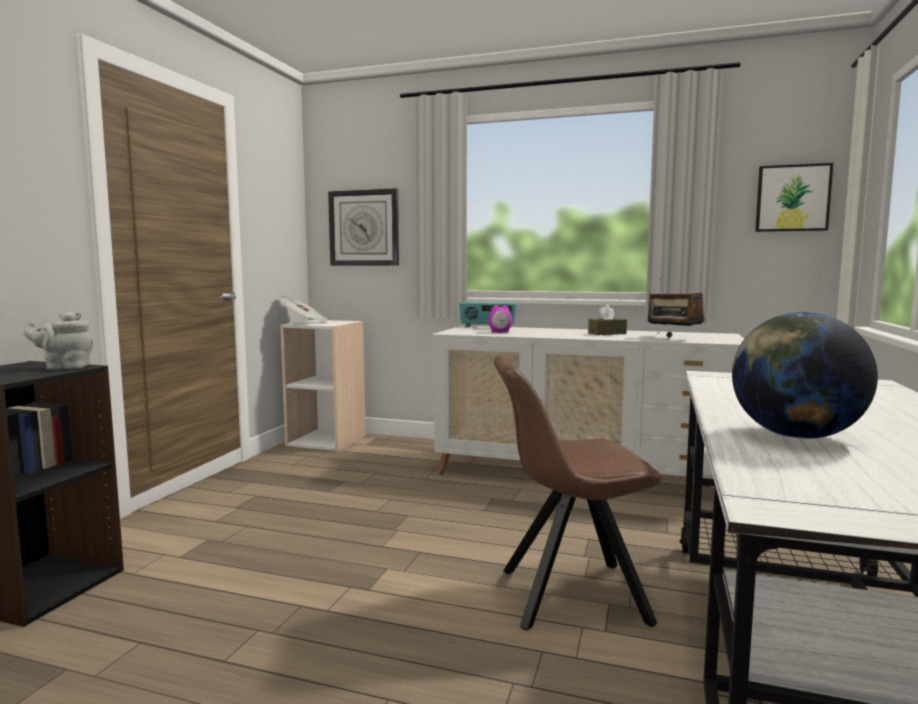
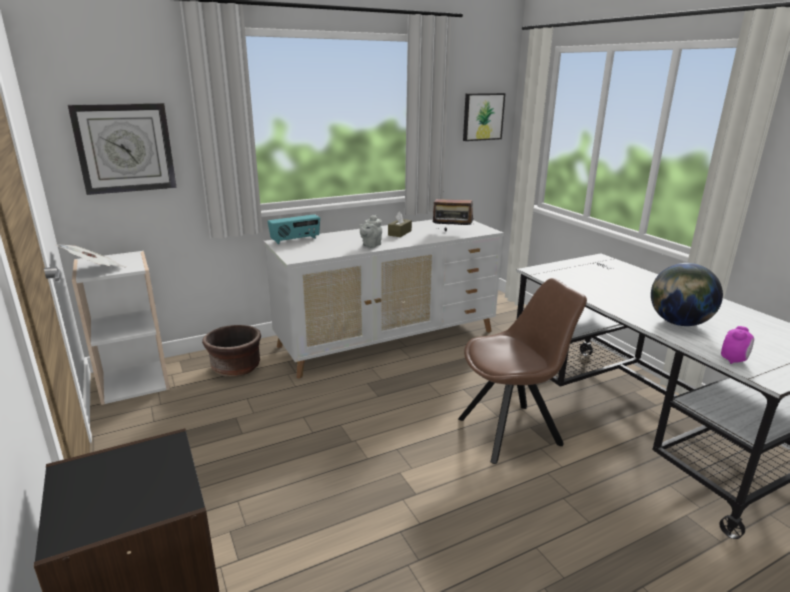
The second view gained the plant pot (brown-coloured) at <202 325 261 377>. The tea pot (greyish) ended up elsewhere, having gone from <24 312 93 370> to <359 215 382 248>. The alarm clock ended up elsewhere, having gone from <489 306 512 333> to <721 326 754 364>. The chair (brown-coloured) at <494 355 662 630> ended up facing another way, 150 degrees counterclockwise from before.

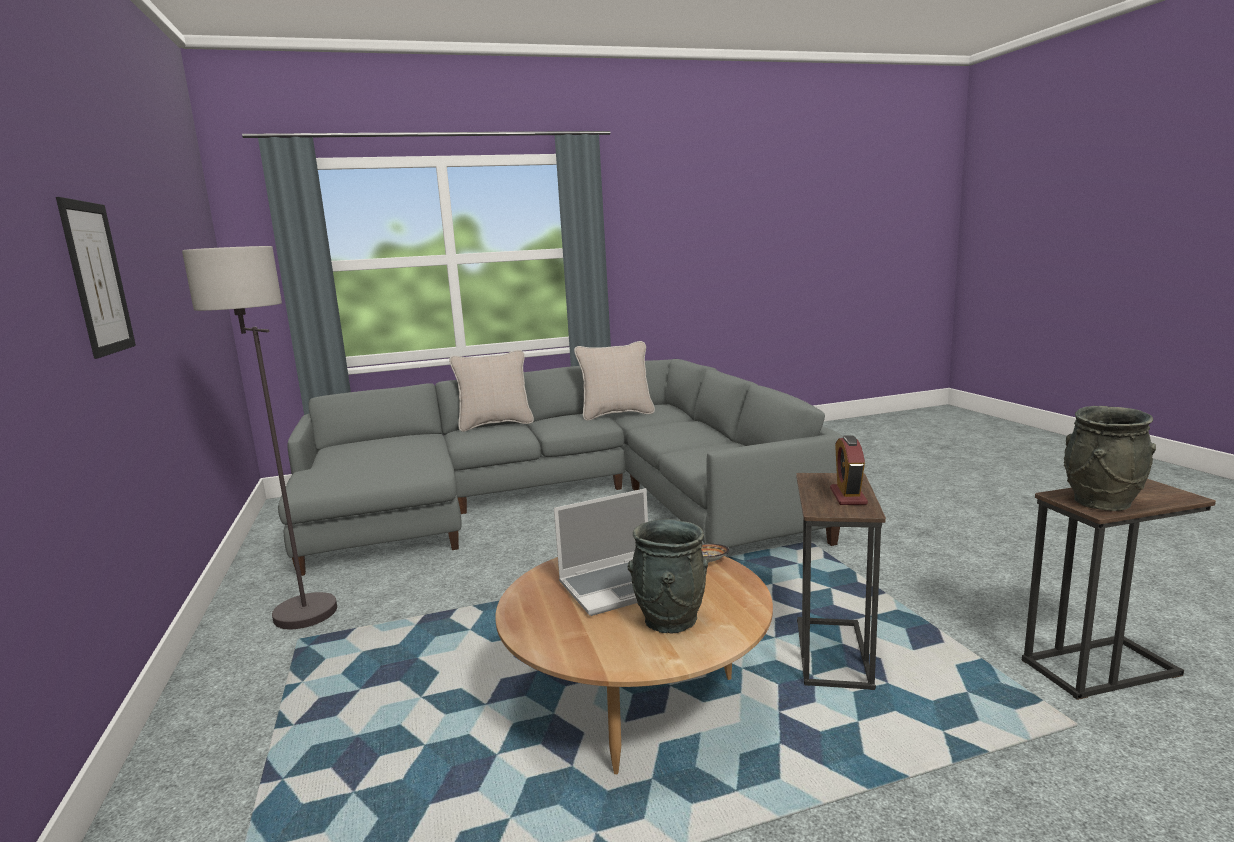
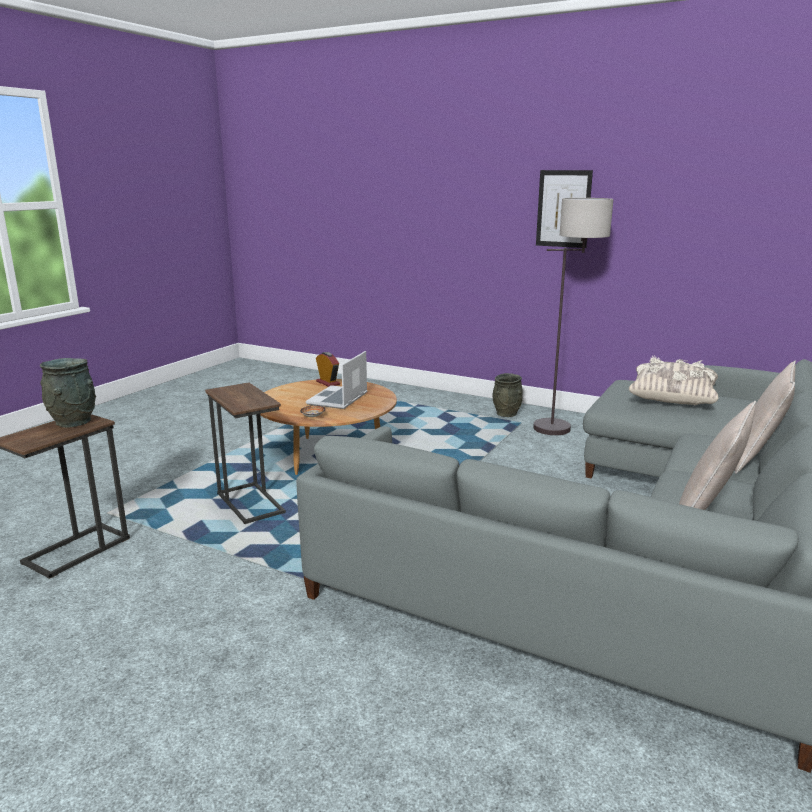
The second view gained the cushion (sand-coloured) at <629 356 718 406>. The vase (greyish) ended up elsewhere, having gone from <628 519 708 634> to <493 373 523 417>. The alarm clock ended up elsewhere, having gone from <830 435 868 505> to <316 352 340 387>.

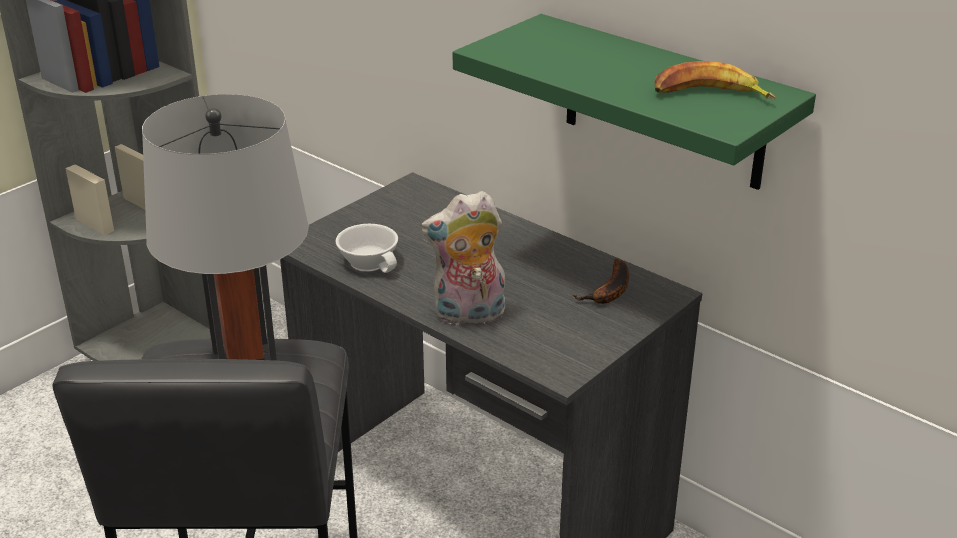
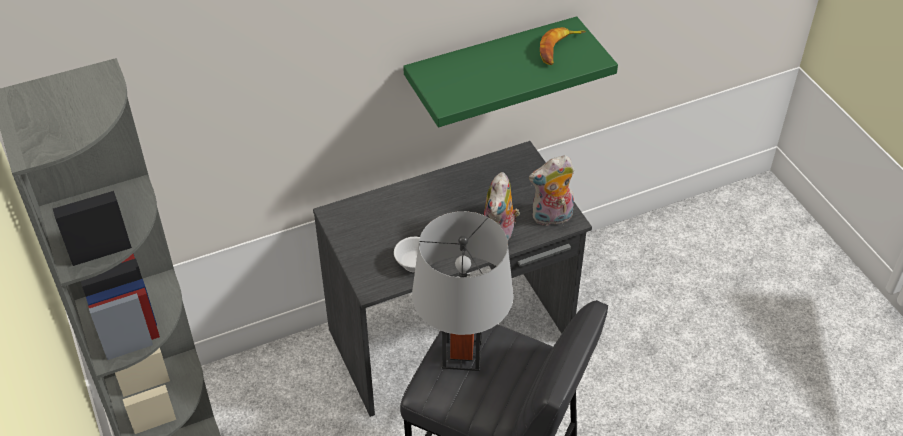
The second view lost the banana fruit at <573 259 629 304>. The second view gained the cuddly toy at <529 155 575 226>.

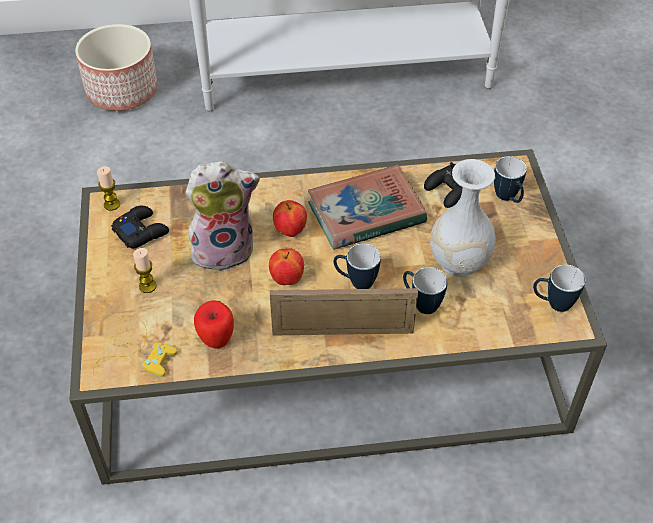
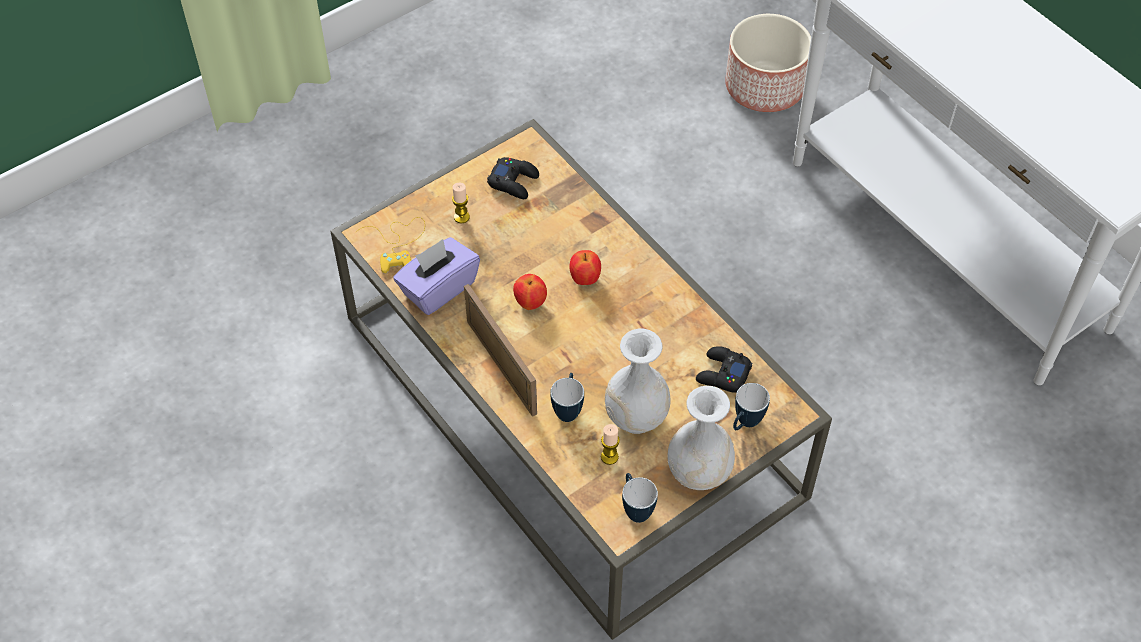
The second view lost the cuddly toy at <185 161 260 271>. The second view lost the book at <308 165 427 250>. The second view lost the tea mug at <334 244 381 289>. The second view gained the vase (white-coloured) at <667 386 735 490>. The wax light ended up elsewhere, having gone from <97 166 120 211> to <601 424 620 465>. Where the apple stood at <194 300 234 348>, the box of tissues (purplish) came to stand at <393 237 480 315>.

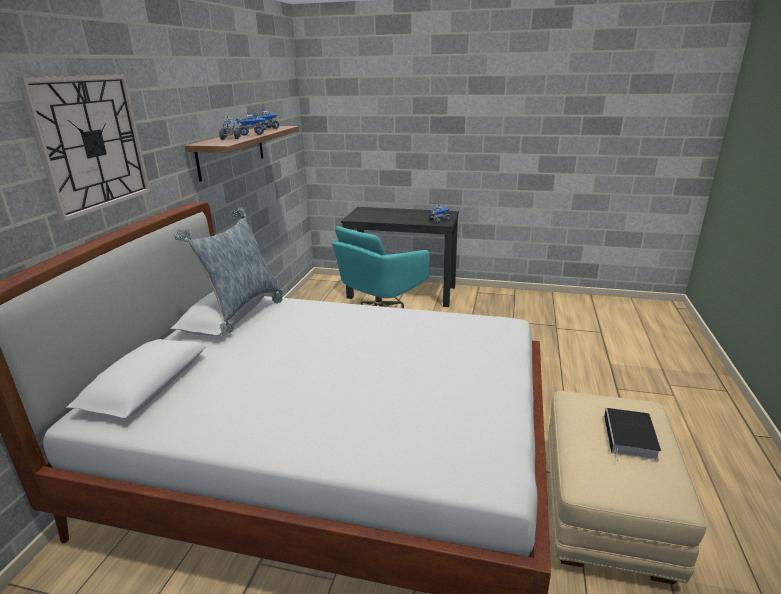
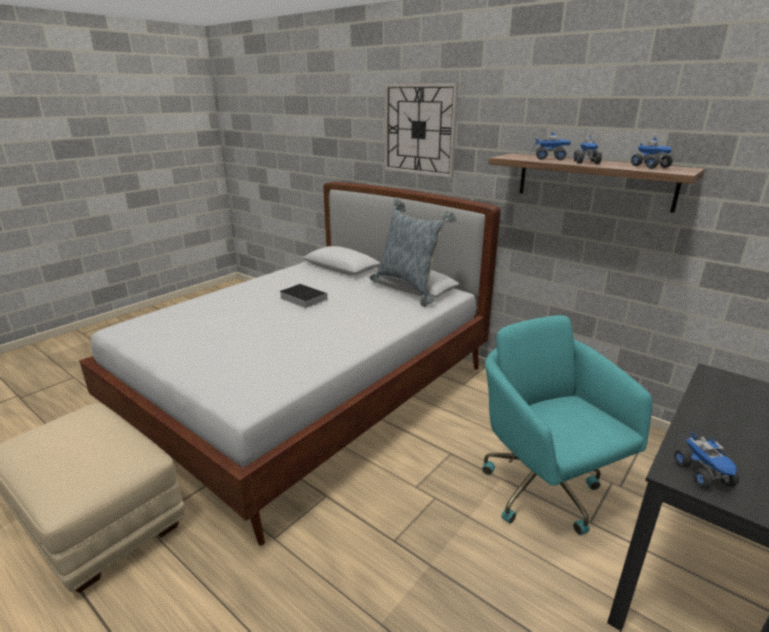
The book ended up elsewhere, having gone from <604 408 661 462> to <279 284 327 308>.

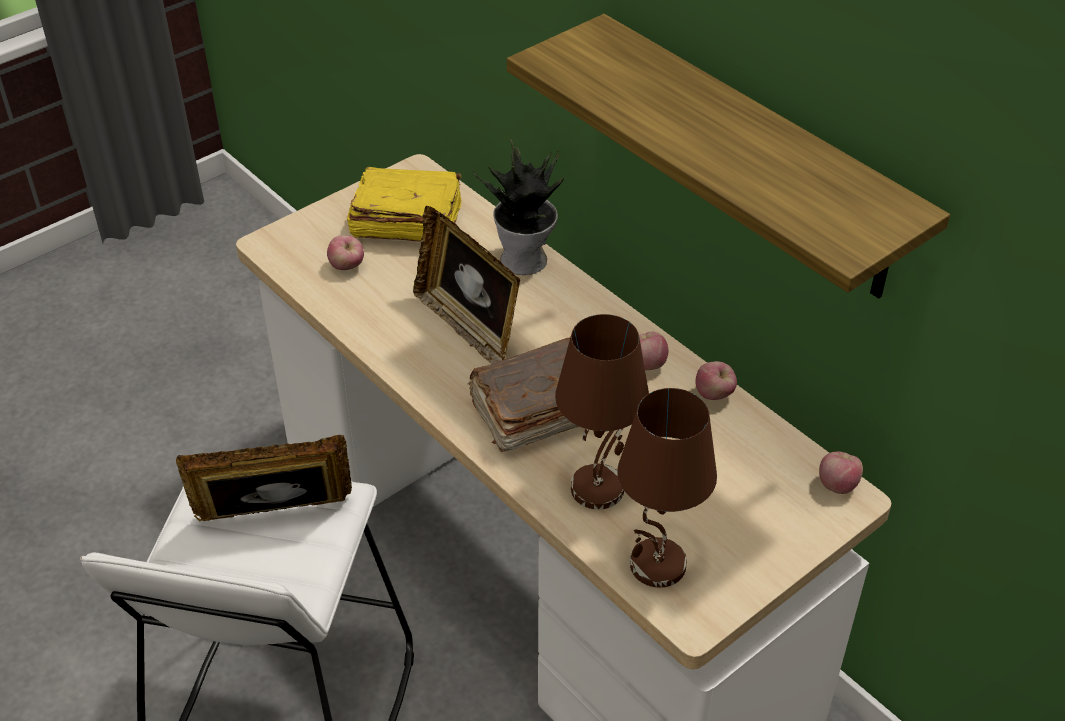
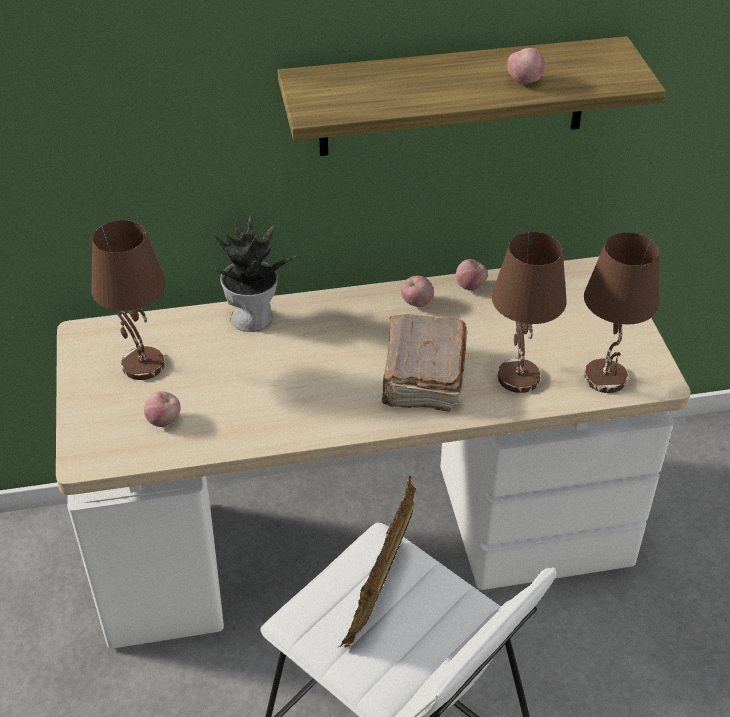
The second view lost the standing frame at <413 206 520 364>. The apple ended up elsewhere, having gone from <819 451 863 494> to <507 48 545 84>. Where the book (yellowish) stood at <347 167 462 242>, the tabletop lamp (brown-coloured) came to stand at <91 220 166 380>.

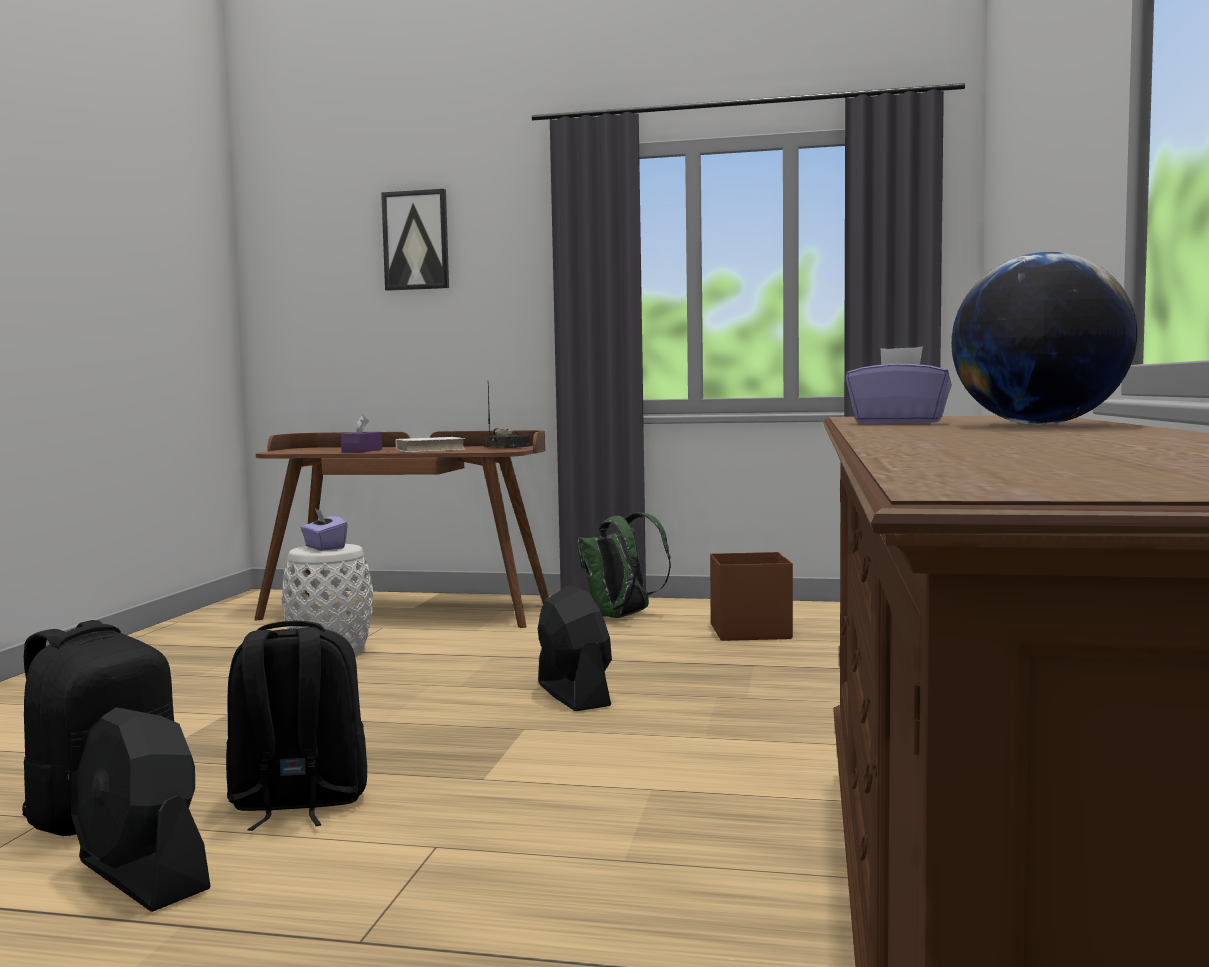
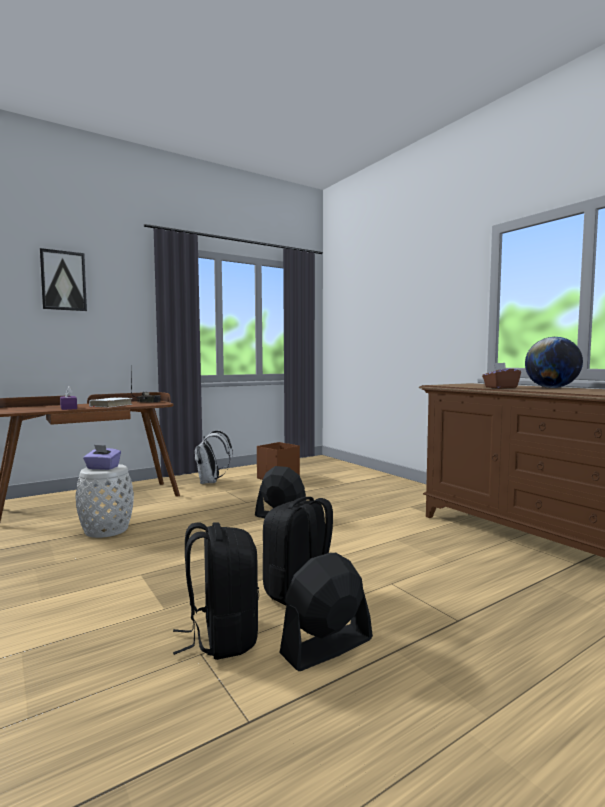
What was the backpack (green) at <577 512 671 618> turned into the backpack (white-coloured) at <194 430 233 484>. What was the box of tissues (purplish) at <846 346 952 424> turned into the box of tissues (brown-coloured) at <482 363 521 388>. The electric fan (black) at <71 707 211 912> ended up facing another way, 150 degrees clockwise from before.

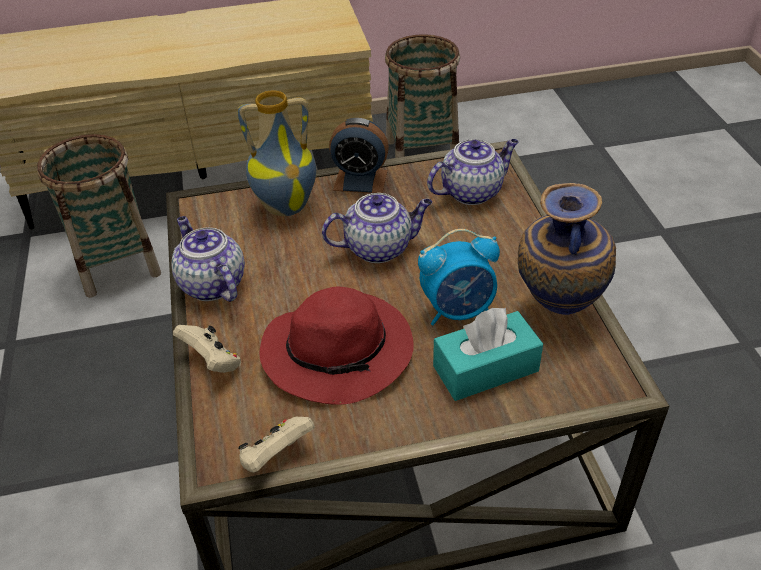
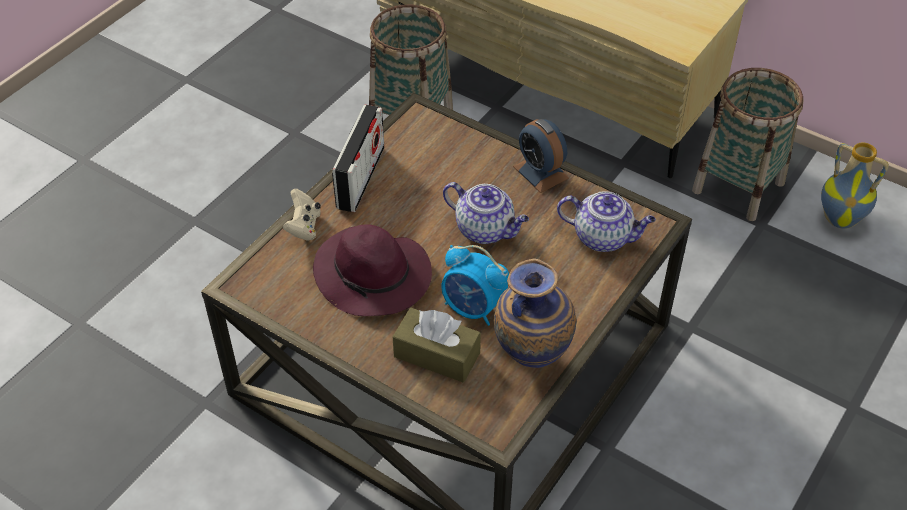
The second view lost the gamepad (sand-coloured) at <238 417 315 473>. The vase ended up elsewhere, having gone from <238 90 316 216> to <821 142 889 229>. Where the tea pot stood at <171 216 245 302>, the radio set came to stand at <332 105 384 212>. What was the hat (reddish) at <260 287 414 405> turned into the hat (purplish) at <313 224 432 316>. What was the box of tissues (blue-green) at <433 307 543 401> turned into the box of tissues (brown-coloured) at <393 308 481 382>.

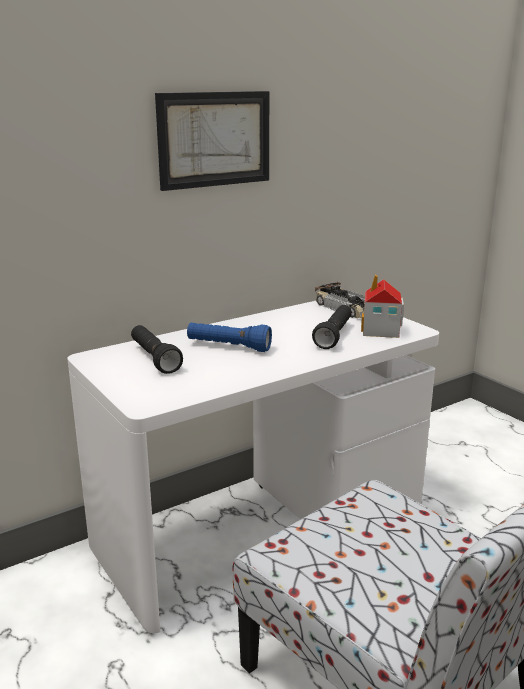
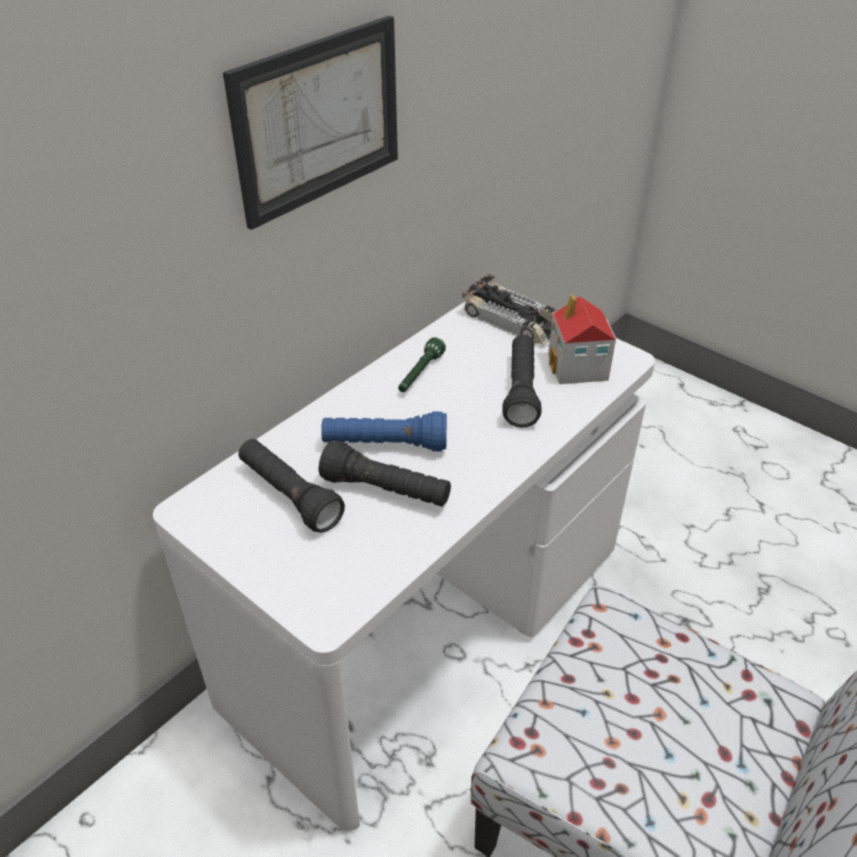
The second view gained the torch (black) at <319 440 451 507>. The second view gained the torch (green) at <398 337 446 392>.

